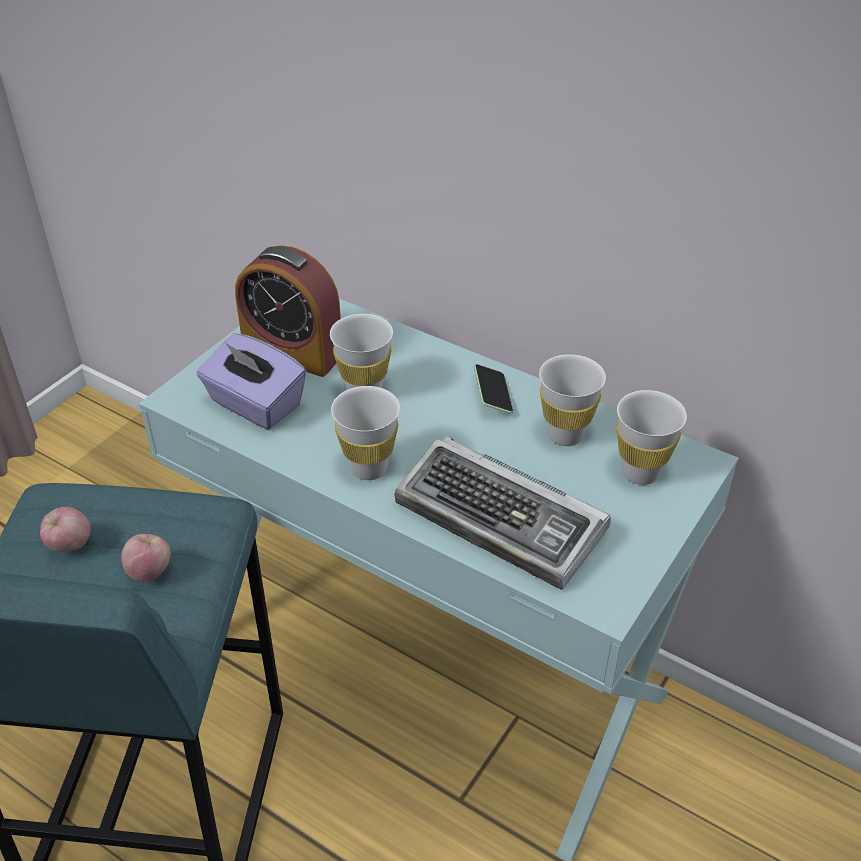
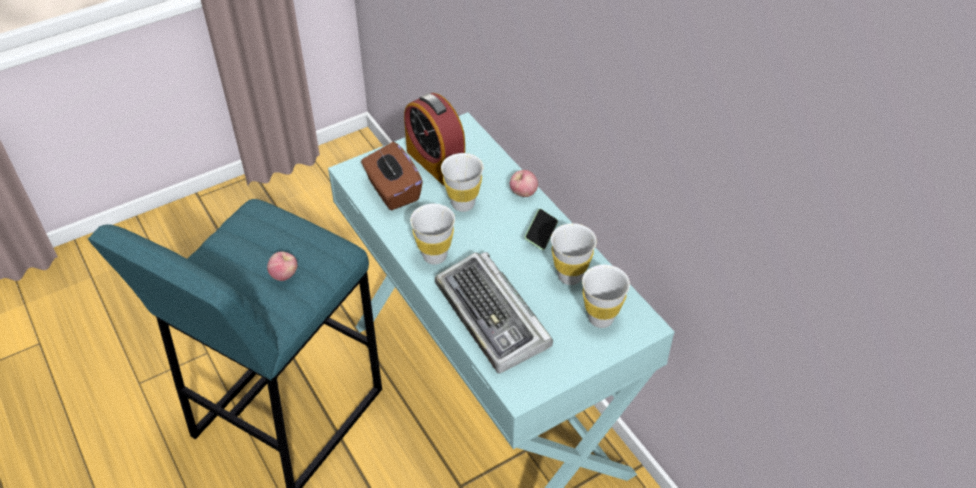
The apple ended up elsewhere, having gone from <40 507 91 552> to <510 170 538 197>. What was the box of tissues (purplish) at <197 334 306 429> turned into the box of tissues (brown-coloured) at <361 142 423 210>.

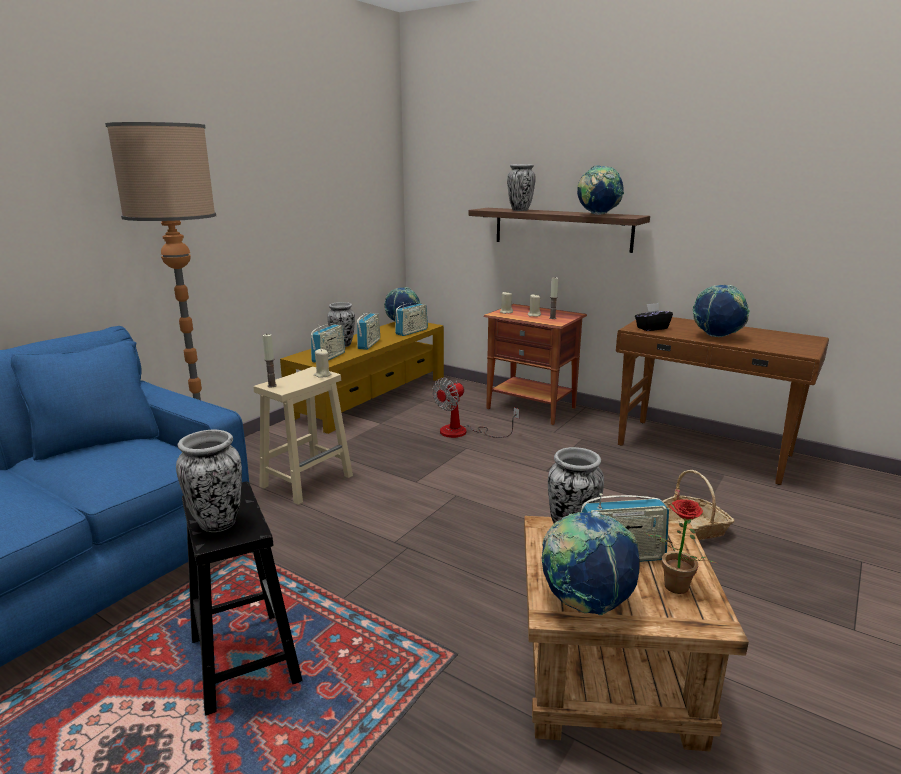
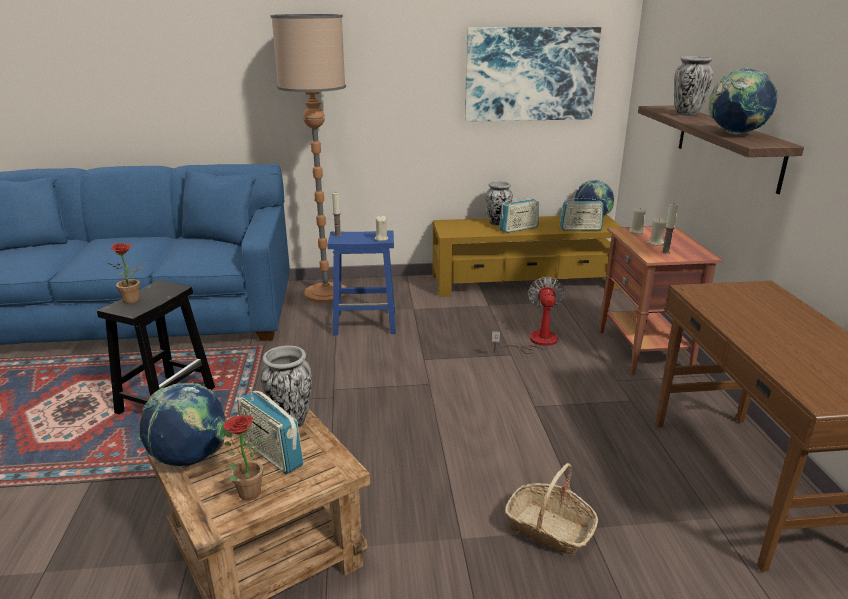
The second view lost the radio set at <311 324 345 363>. The second view lost the box of tissues (black) at <635 303 673 331>. The second view lost the desk globe at <693 285 750 337>. The second view gained the picture at <465 27 601 122>. Where the vase stood at <176 429 242 532>, the houseplant came to stand at <108 243 144 304>. What was the sitting stool (sand-coloured) at <254 367 353 505> turned into the sitting stool (blue-coloured) at <328 230 396 335>. The electric fan at <432 378 520 438> ended up facing another way, 90 degrees clockwise from before.

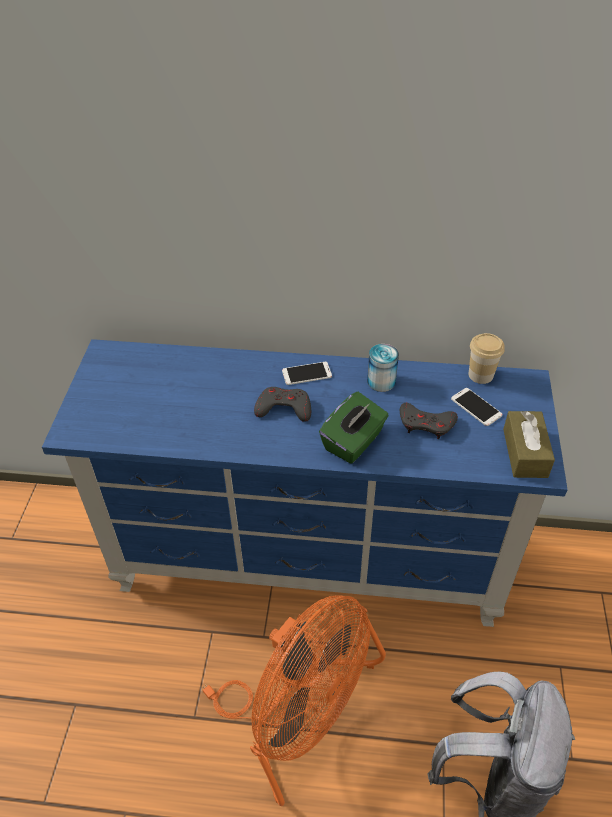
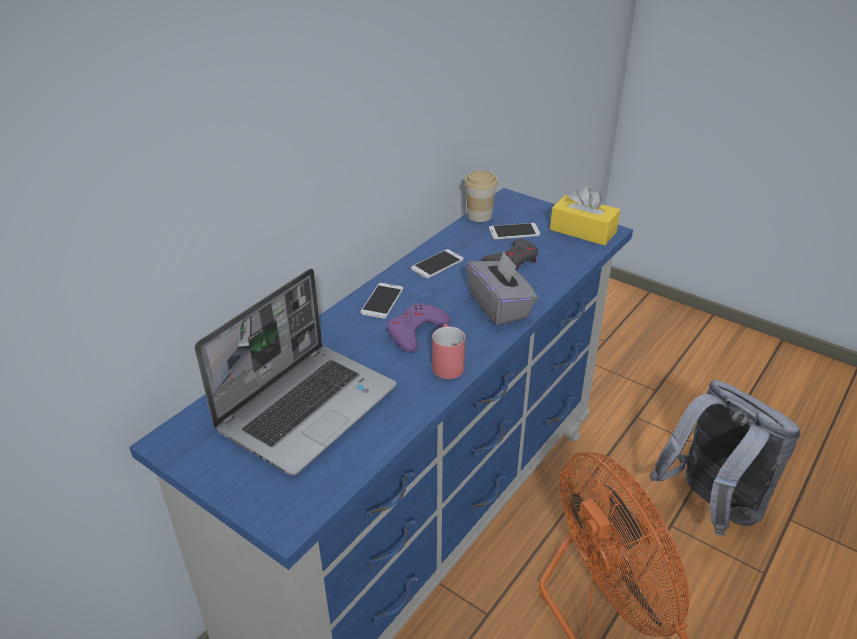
The second view gained the notebook computer at <194 268 396 475>. The second view gained the tea mug (reddish) at <432 324 465 379>. Where the sealed can stood at <367 344 399 392>, the phone came to stand at <411 249 464 278>. What was the gamepad (greyish) at <254 387 311 422> turned into the gamepad (purplish) at <387 303 451 353>. What was the box of tissues (green) at <319 392 389 464> turned into the box of tissues (greyish) at <466 251 538 325>. What was the box of tissues (brown-coloured) at <503 411 555 478> turned into the box of tissues (yellowish) at <550 186 620 246>.

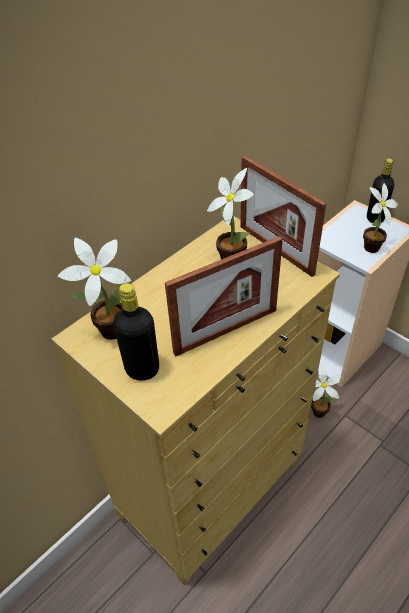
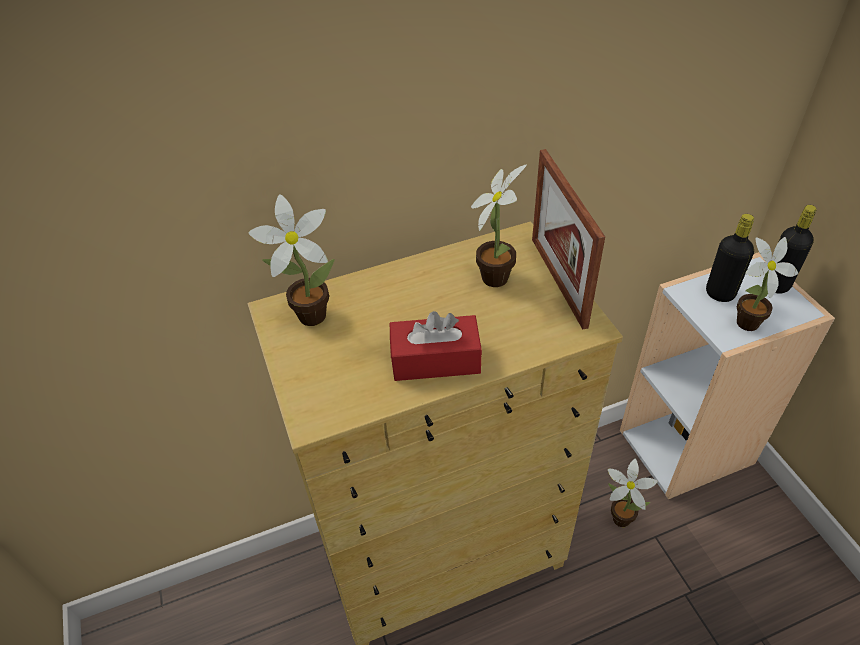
The bottle (black) ended up elsewhere, having gone from <113 283 159 381> to <706 214 754 302>. Where the standing frame stood at <165 236 283 357>, the box of tissues (reddish) came to stand at <390 311 482 381>.

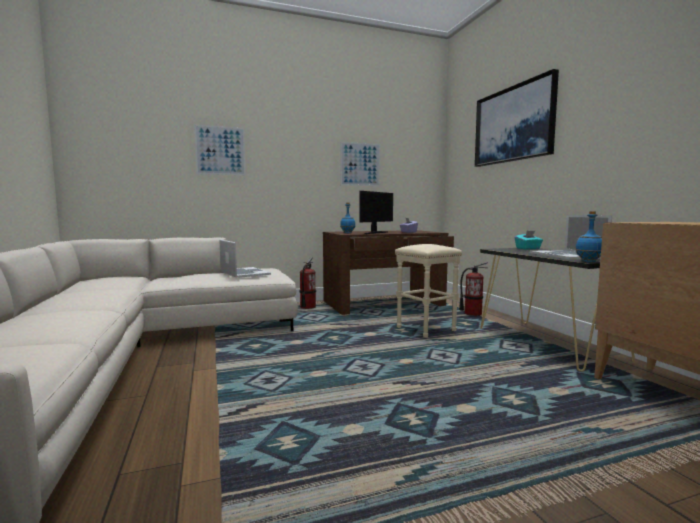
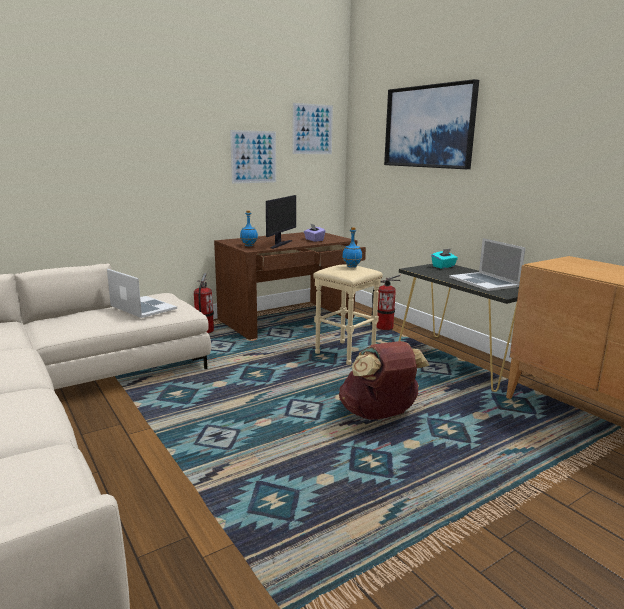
The second view gained the backpack (brown-coloured) at <339 341 430 420>. The picture ended up elsewhere, having gone from <194 124 246 175> to <293 103 333 154>. The bottle (blue-coloured) ended up elsewhere, having gone from <575 211 602 262> to <342 227 362 268>.

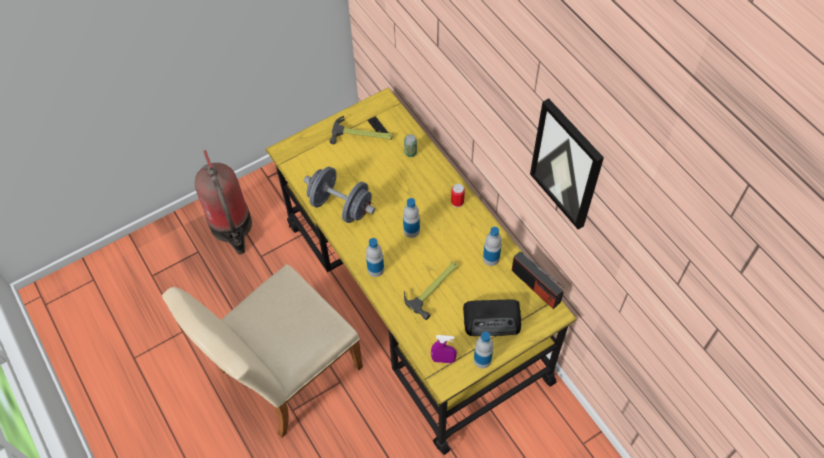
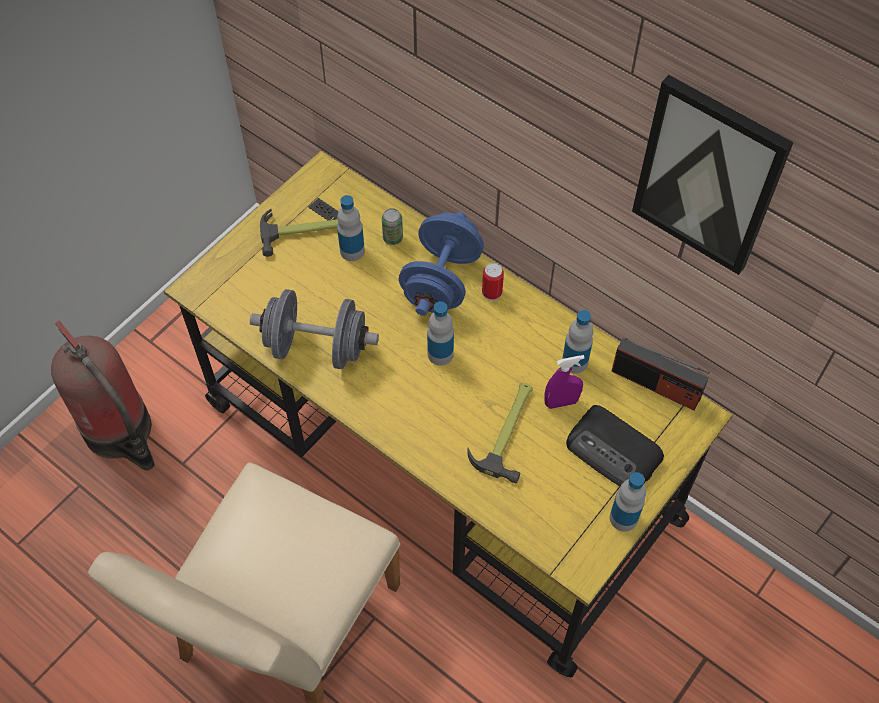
The second view gained the dumbbell (blue-coloured) at <399 212 484 316>. The bottle ended up elsewhere, having gone from <366 238 384 277> to <337 195 365 261>. The sprayer (purplish) ended up elsewhere, having gone from <431 335 457 363> to <544 355 585 409>. The radio set at <463 299 521 336> ended up facing another way, 60 degrees clockwise from before.

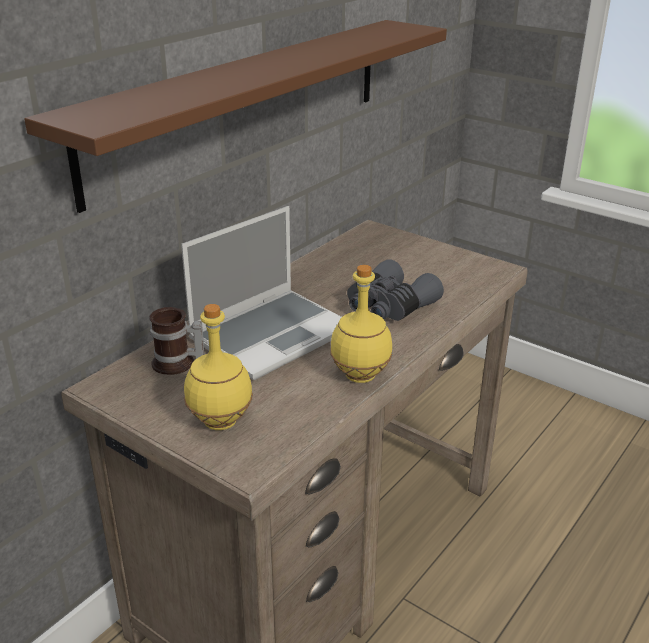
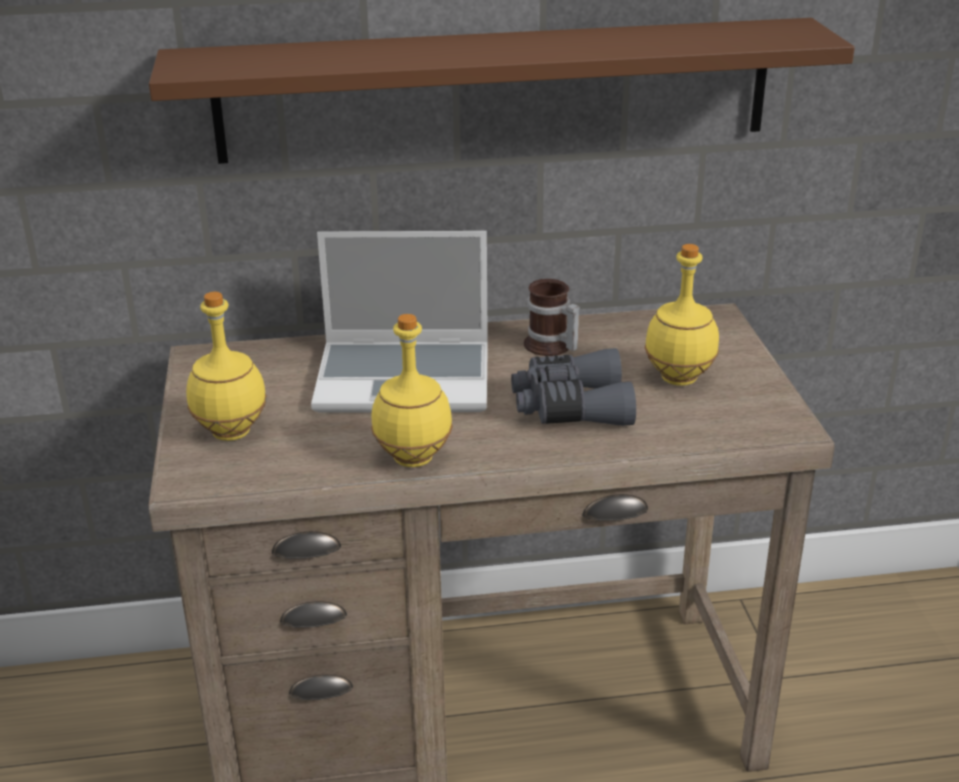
The second view gained the bottle (yellowish) at <645 244 719 386>. The tea mug ended up elsewhere, having gone from <149 307 205 375> to <524 279 580 356>.

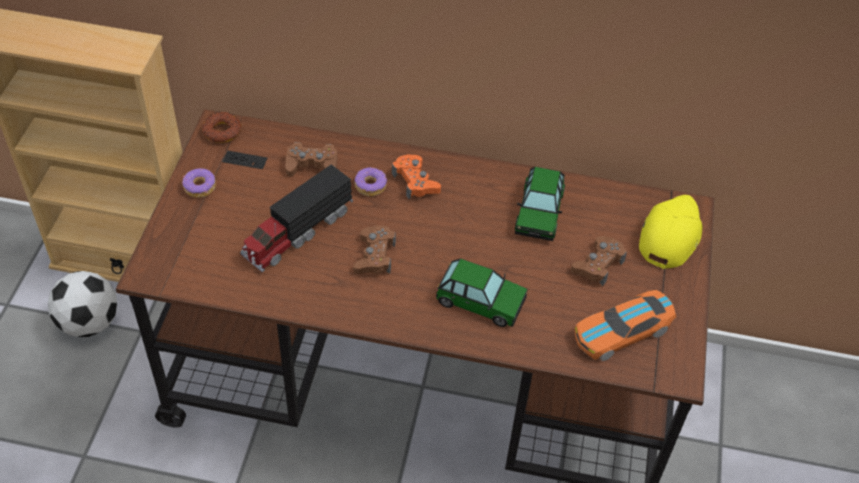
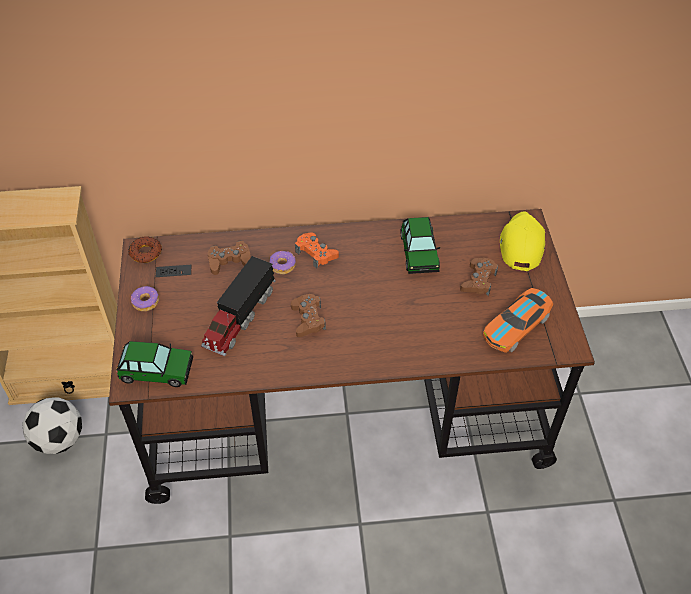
The miniature car ended up elsewhere, having gone from <436 258 527 327> to <116 341 193 387>.

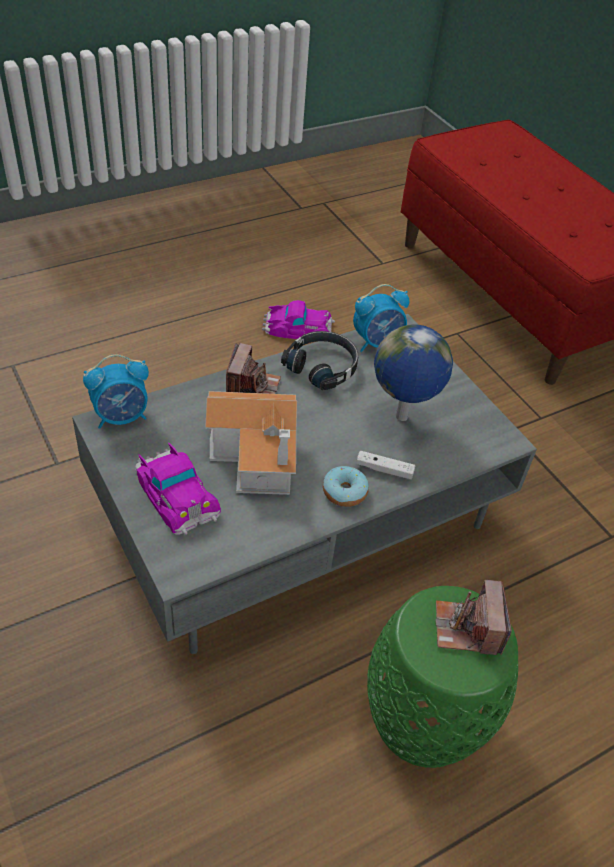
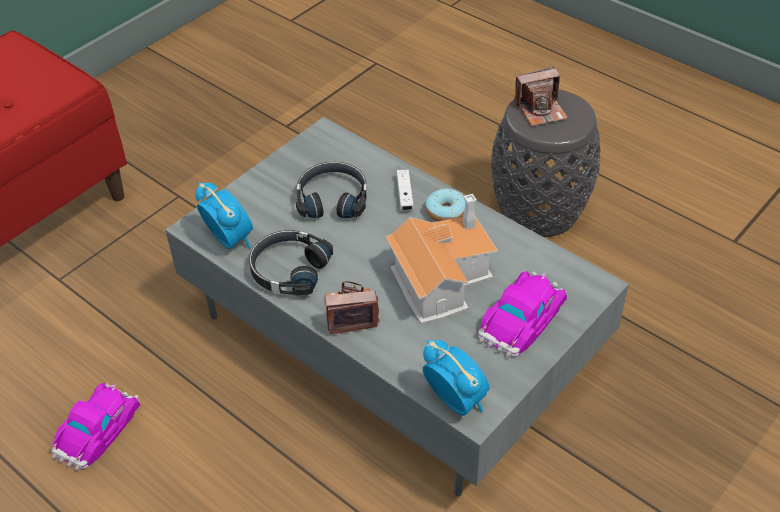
Where the desk globe stood at <374 325 453 421>, the headset (black) came to stand at <296 162 367 218>. What was the sitting stool (green) at <367 586 518 768> turned into the sitting stool (greyish) at <491 89 600 237>. The miniature car at <262 300 335 339> ended up facing another way, 45 degrees clockwise from before.

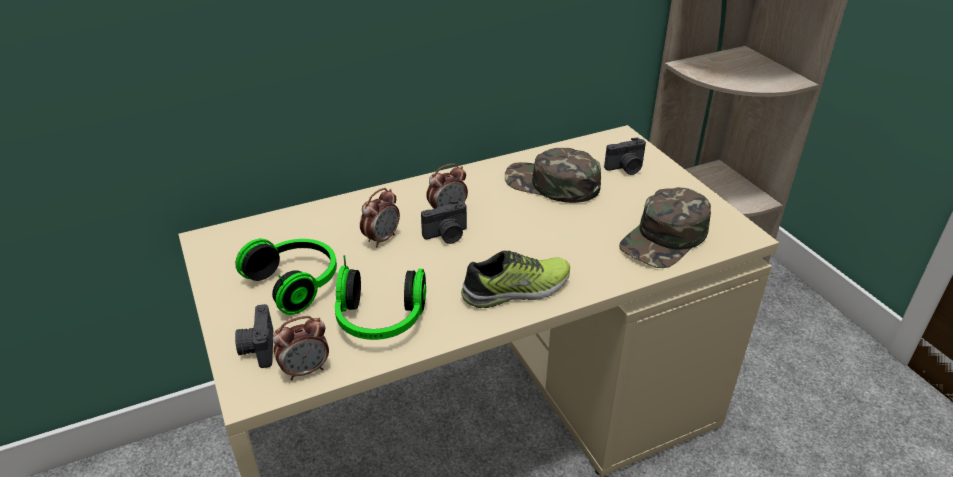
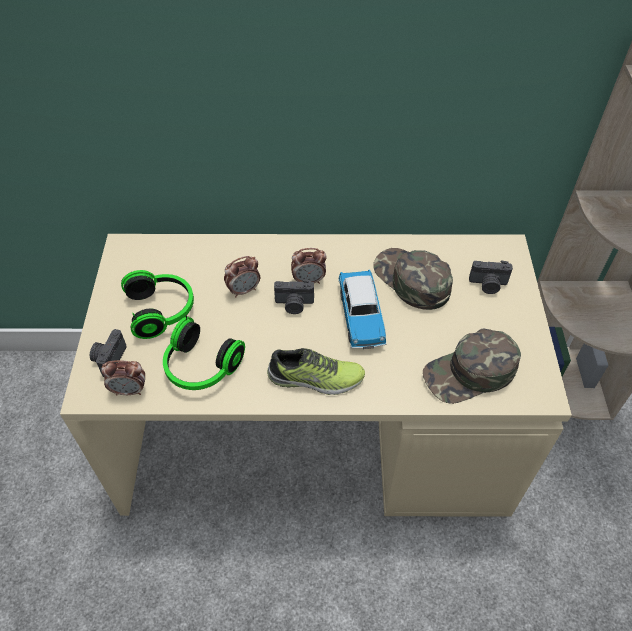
The second view gained the miniature car at <339 270 386 349>.

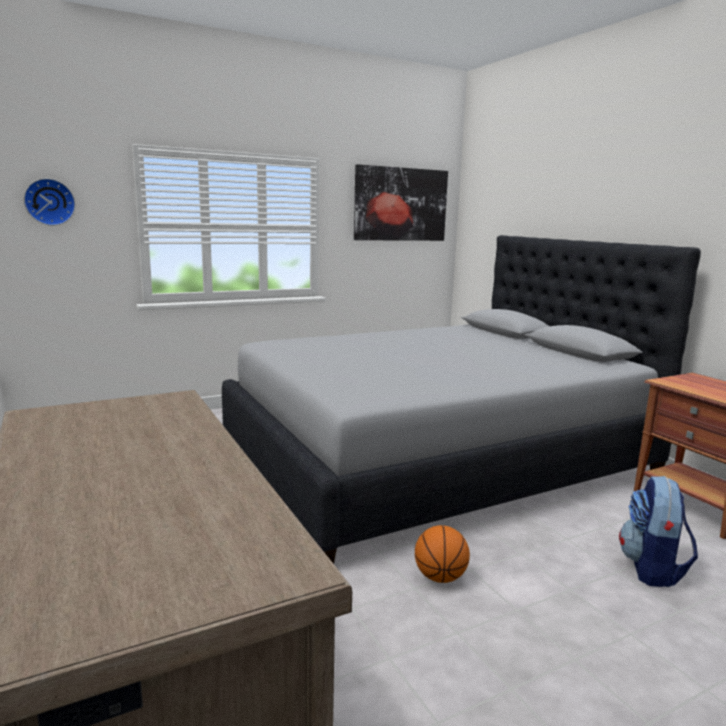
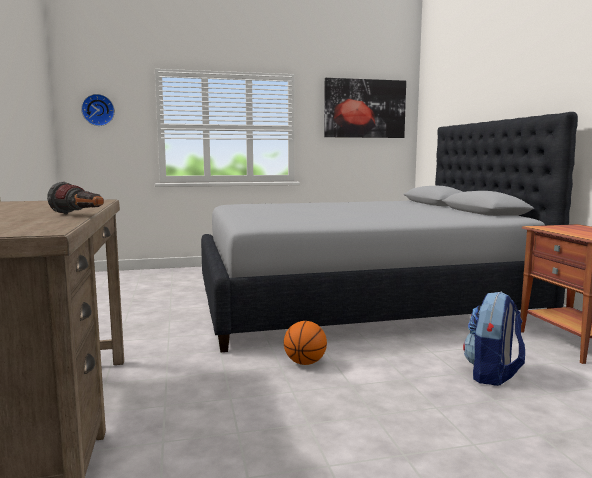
The second view gained the torch at <47 182 104 214>.

